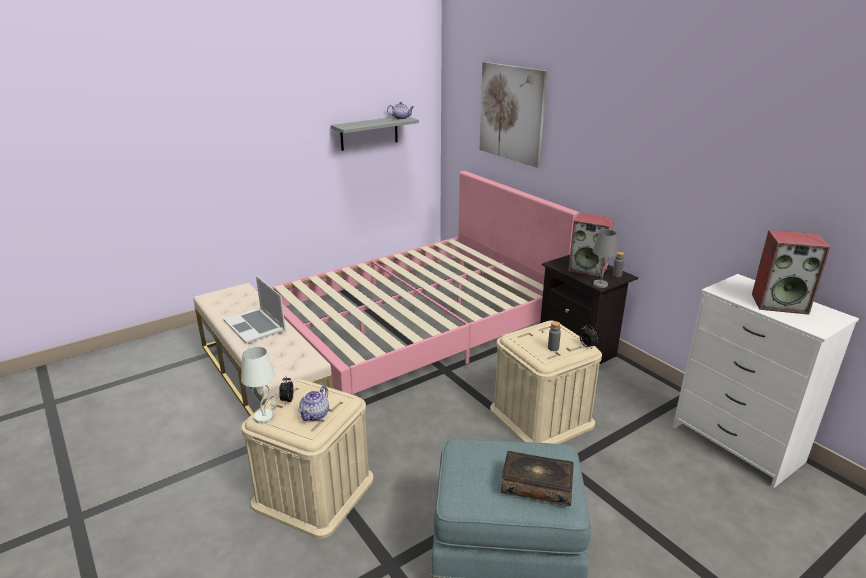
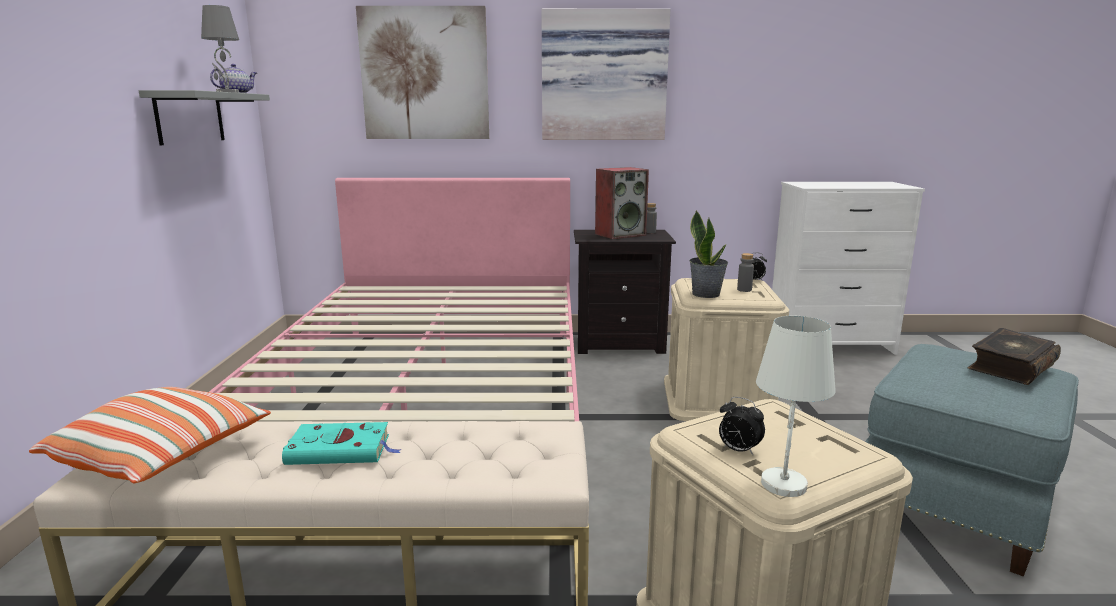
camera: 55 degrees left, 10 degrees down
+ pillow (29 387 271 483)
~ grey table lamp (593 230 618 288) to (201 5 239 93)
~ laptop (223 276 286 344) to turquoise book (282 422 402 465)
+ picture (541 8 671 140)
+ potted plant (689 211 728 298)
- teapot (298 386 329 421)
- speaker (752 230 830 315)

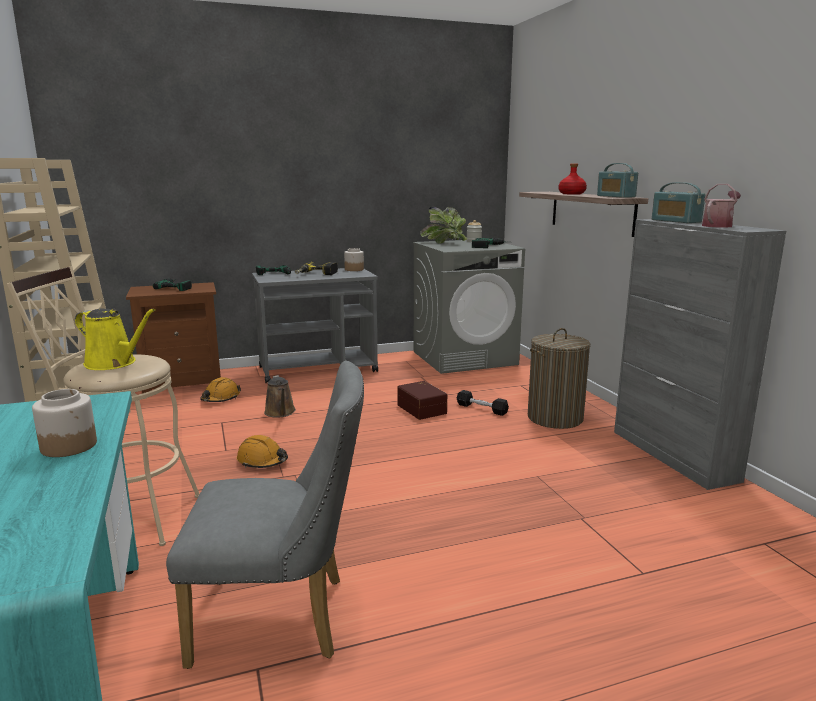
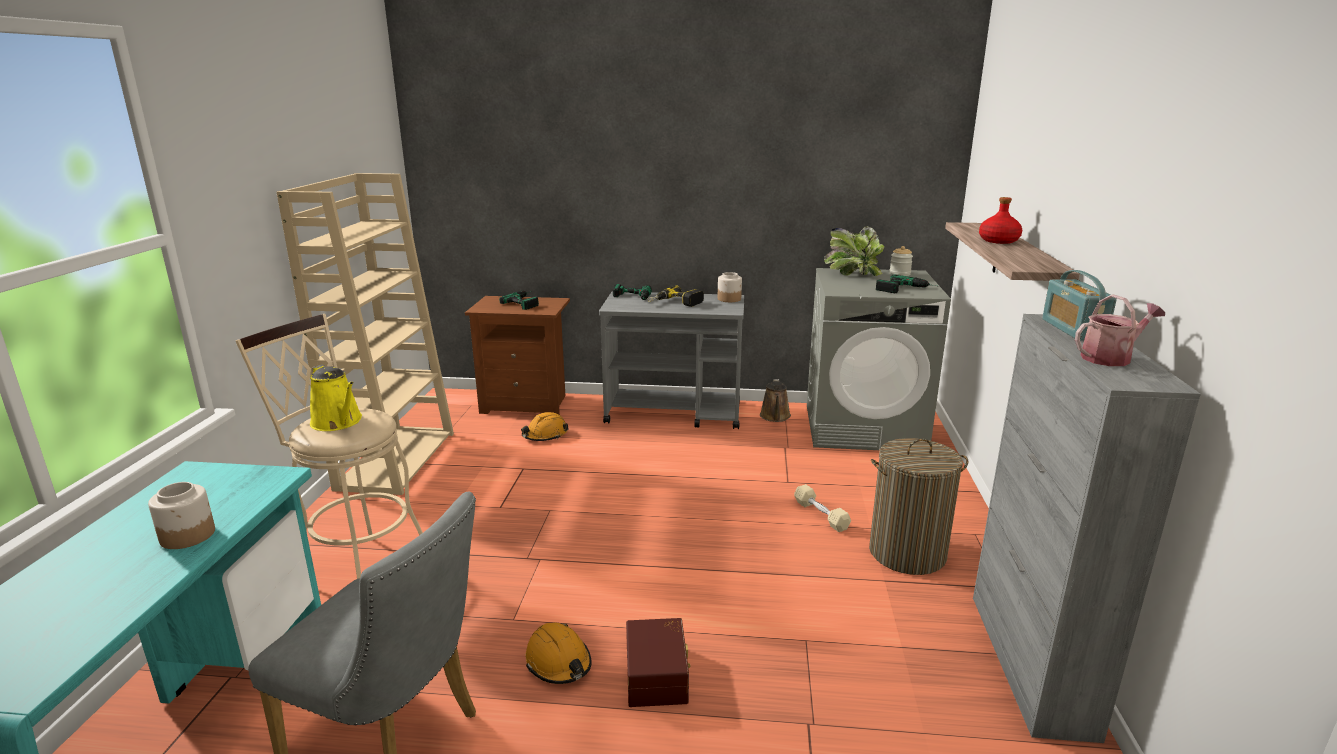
camera: 25 degrees right, 5 degrees up
~ orange hard hat (237 435 288 468) to (525 623 592 684)
~ brown storage box (397 381 447 420) to (626 618 690 707)
~ brown watering can (264 375 296 418) to (760 379 791 422)
~ black dumbbell (457 390 509 416) to beige dumbbell (794 484 851 532)
- radio (597 163 638 198)

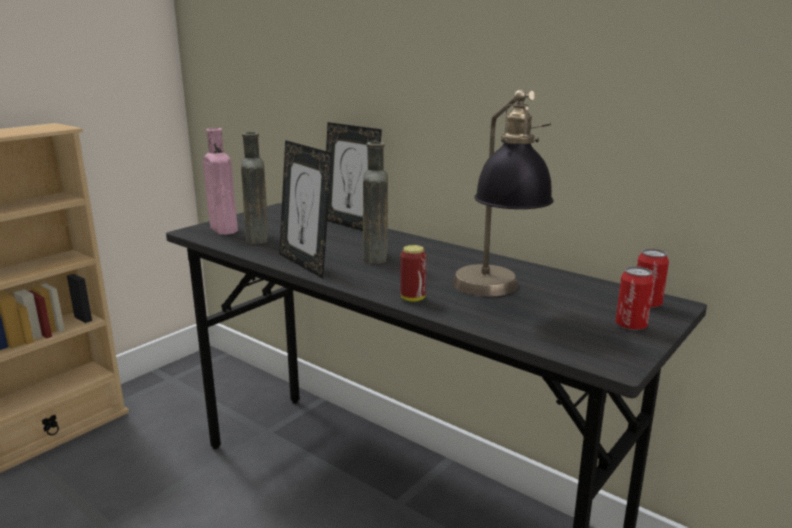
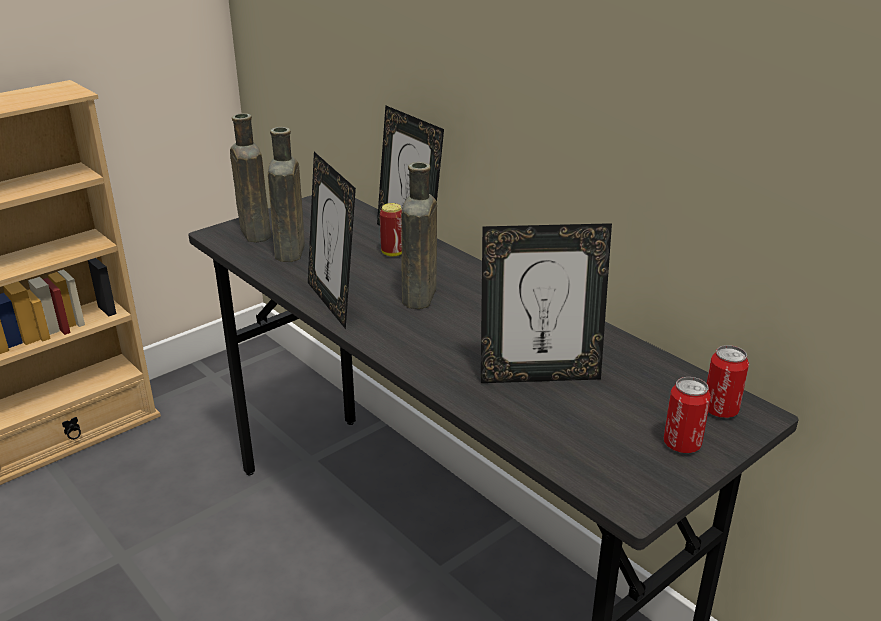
camera: 10 degrees right, 10 degrees up
~ pink bottle (203 128 238 235) to brown bottle (230 113 271 243)
~ can (401 245 426 302) to (380 203 402 256)
~ table lamp (452 90 553 296) to picture frame (481 223 612 383)

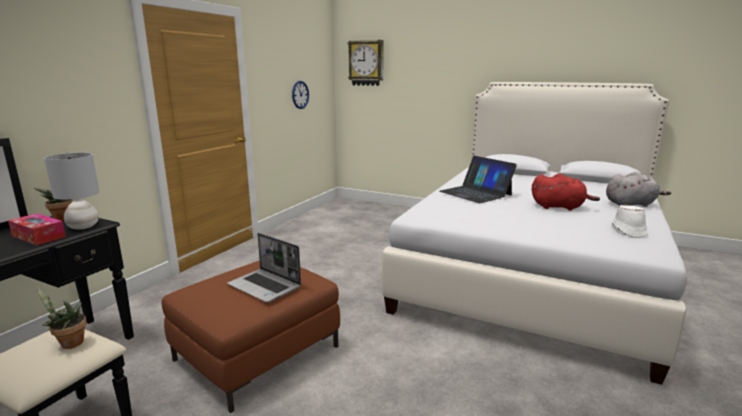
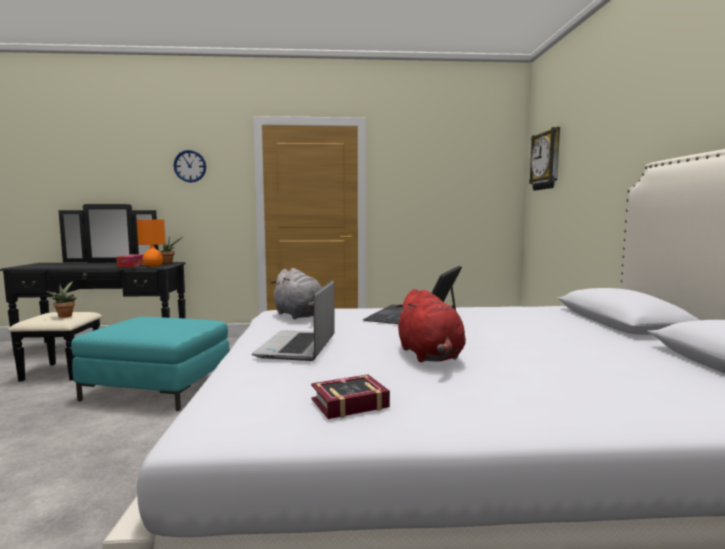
camera: 60 degrees right, 10 degrees down
~ brown ottoman (162 260 340 413) to turquoise ottoman (71 317 230 411)
~ grey table lamp (44 152 100 230) to orange table lamp (136 219 166 267)
~ wall clock (292 81 309 109) to (174 150 206 182)
~ laptop (227 233 301 303) to (252 280 335 361)
~ grey plush toy (606 172 671 207) to (270 268 322 319)
~ white hat (611 205 648 238) to book (311 374 390 419)

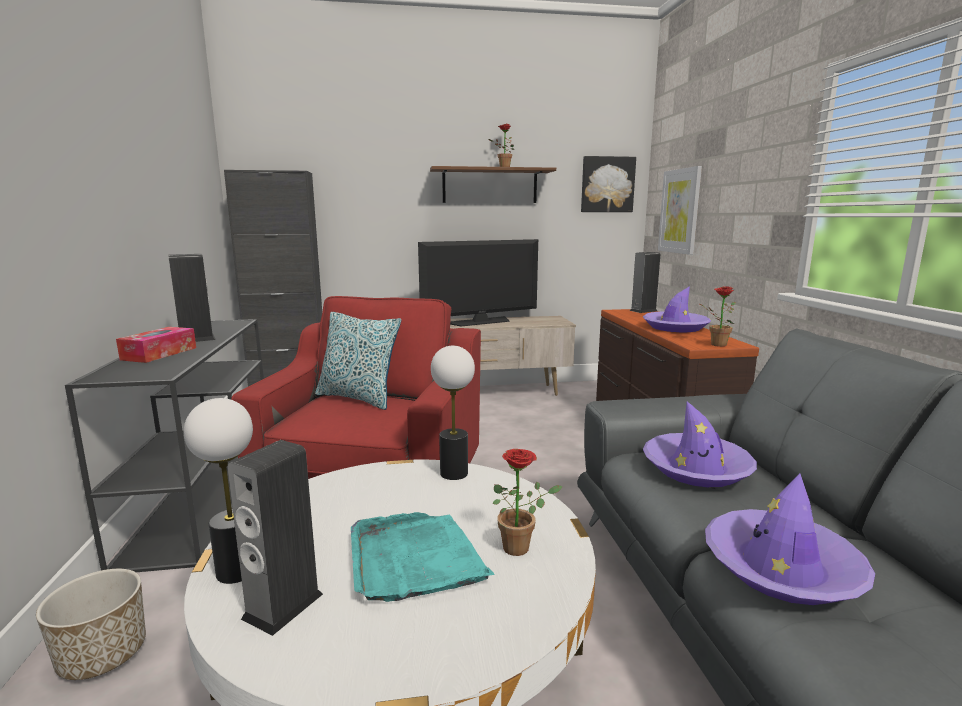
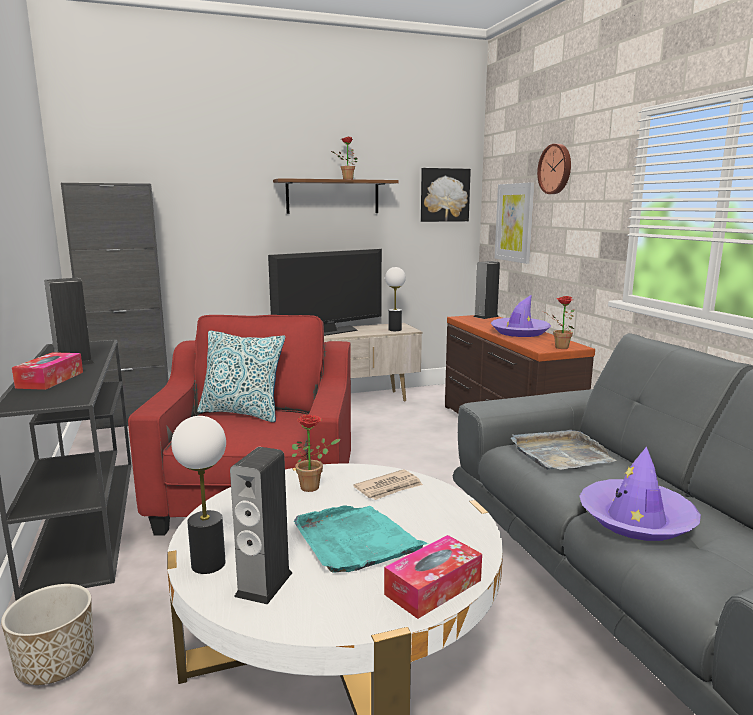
camera: 10 degrees left, 0 degrees up
~ potted plant (493 449 563 556) to (292 415 341 492)
+ newspaper (353 469 423 500)
+ tissue box (384 535 482 619)
~ table lamp (431 345 475 480) to (385 267 406 331)
~ purple hat (643 401 757 487) to grey tray (510 430 617 470)
+ wall clock (537 144 571 194)

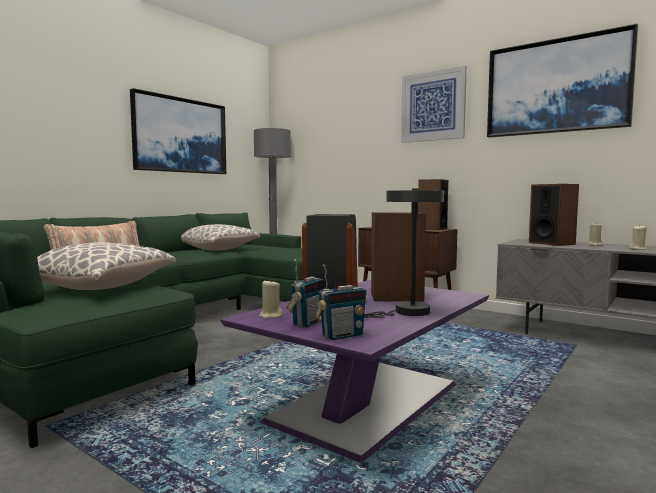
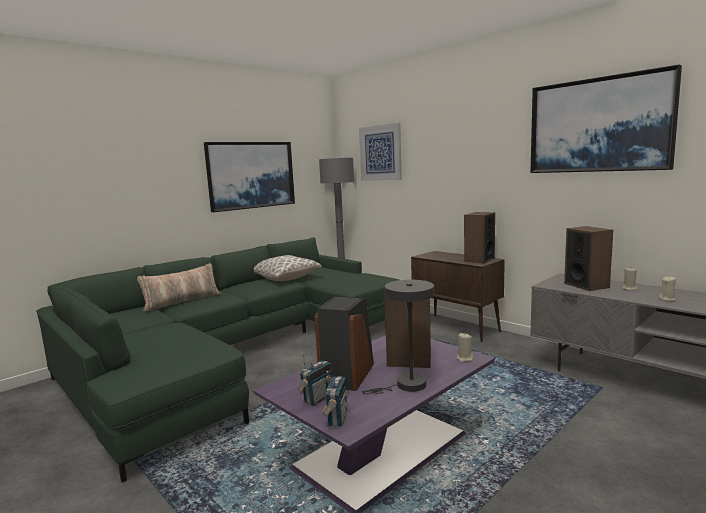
camera: 10 degrees right, 5 degrees up
~ radio (315 265 367 340) = (322 371 349 427) 60 degrees counterclockwise
~ picture (401 66 467 143) to (359 123 402 181)
~ beige candle (259 279 283 319) to (456 333 474 362)
- pillow (37 242 176 290)

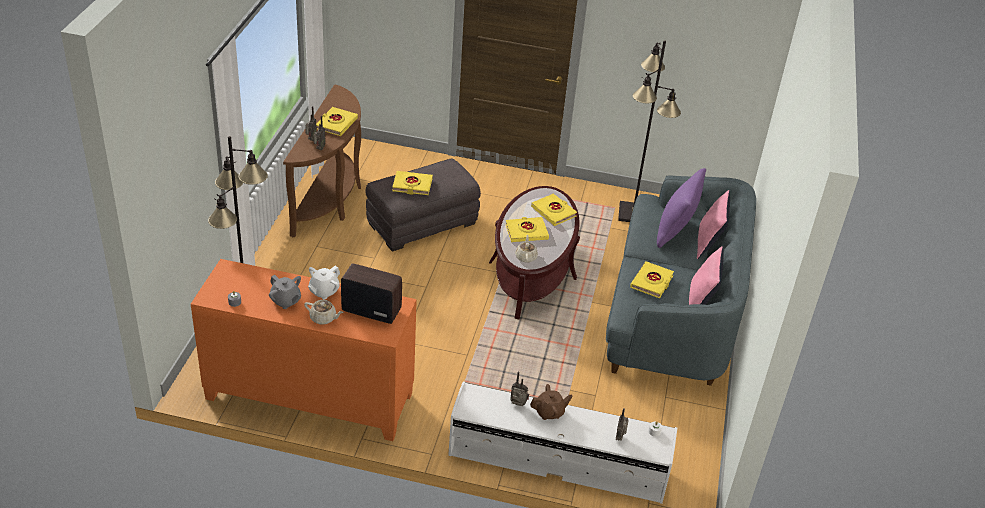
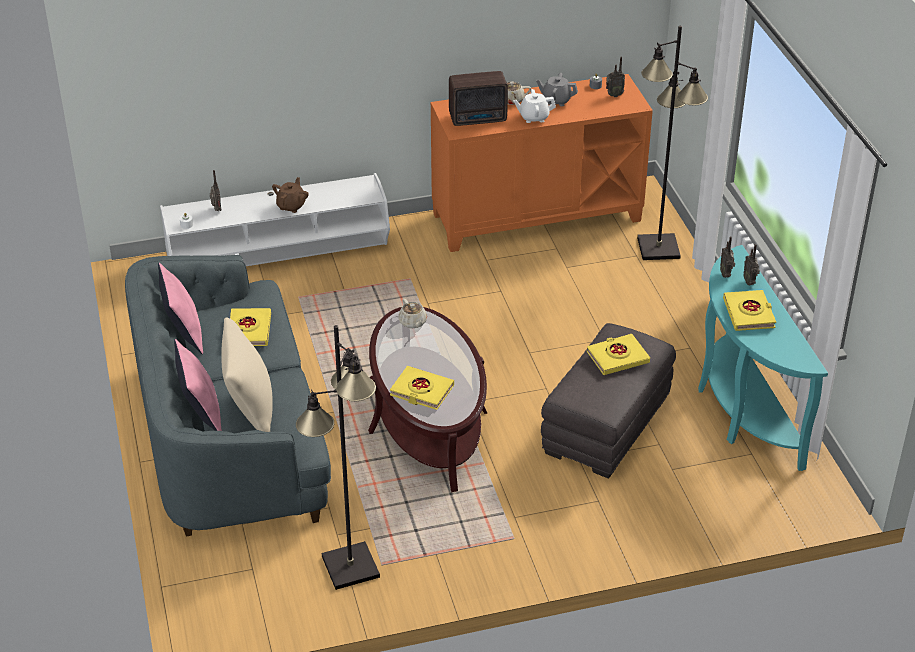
camera: 155 degrees right, 0 degrees up
~ purple pillow (657 168 706 248) to beige pillow (221 317 273 432)
~ brown teapot (530 384 572 420) = (272 177 309 213) 150 degrees clockwise
~ white teapot (308 266 340 300) = (513 89 556 123) 105 degrees counterclockwise
~ radio (510 372 529 406) to (606 57 625 97)
~ brown console table (283 84 361 237) to turquoise console table (698 245 828 471)
- yellow book (505 217 549 242)

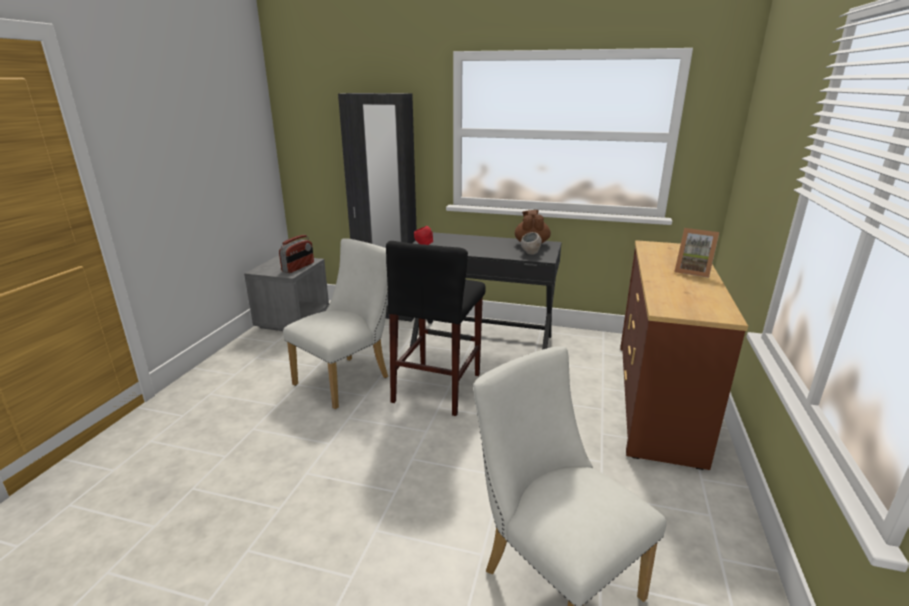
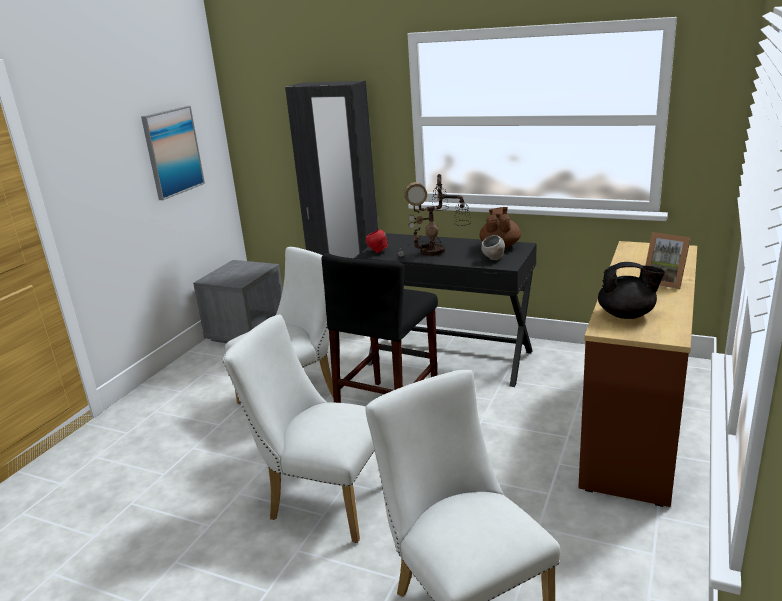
camera: 10 degrees right, 0 degrees up
+ picture (141 106 205 200)
+ white chair (223 314 374 543)
+ table lamp (398 174 471 257)
+ black teapot (598 262 665 319)
- radio (279 235 314 273)

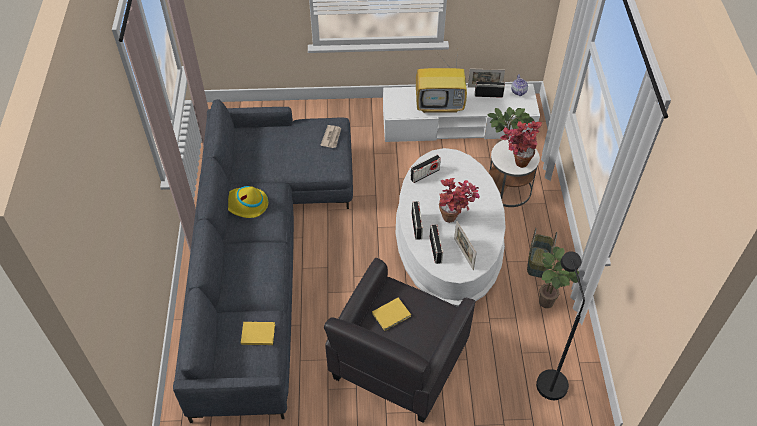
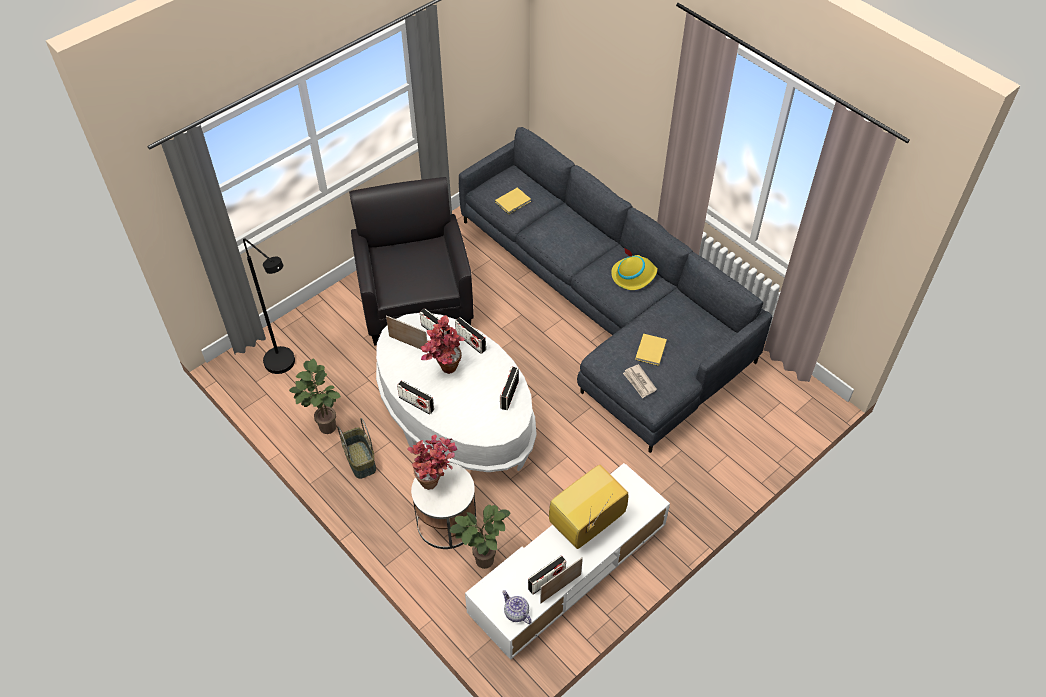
camera: 140 degrees right, 0 degrees up
+ radio (397 380 434 415)
~ yellow book (372 298 411 331) to (635 334 667 366)

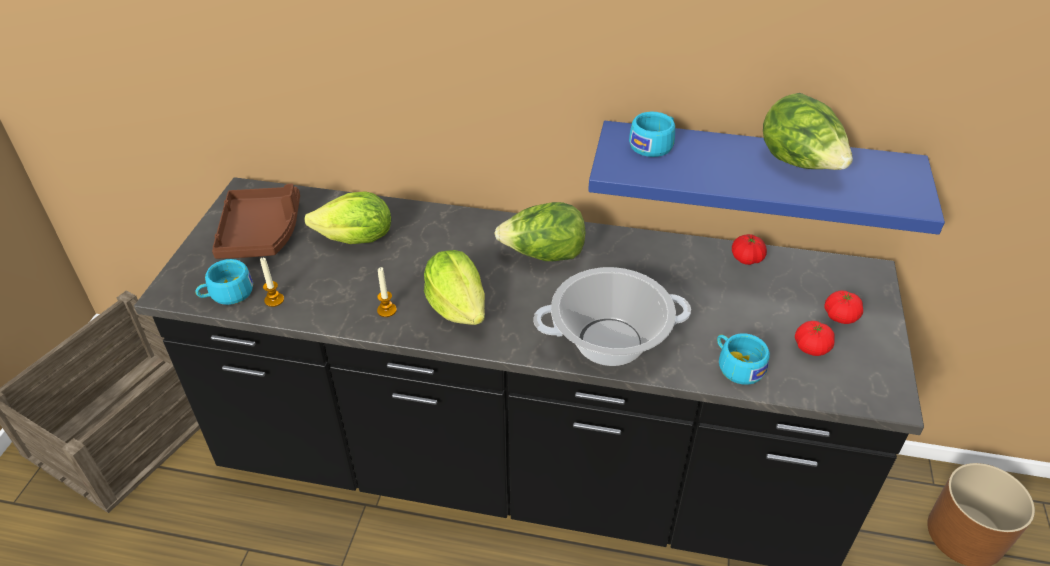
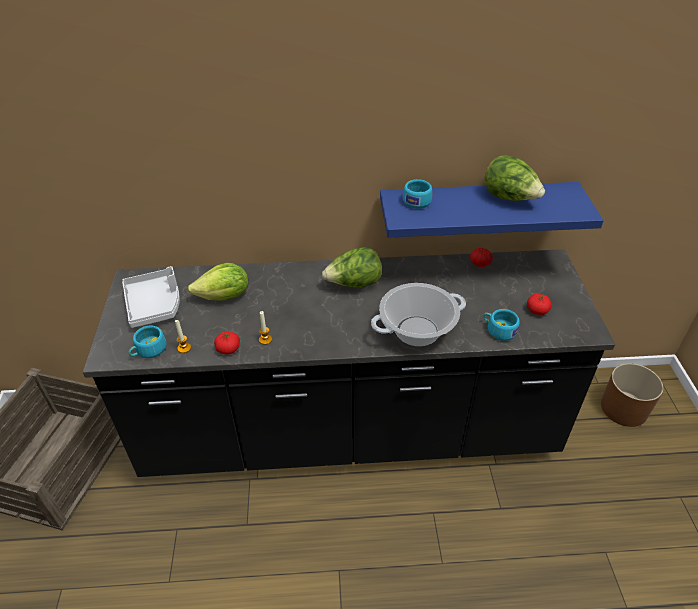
camera: 15 degrees left, 0 degrees up
~ brown tray (212 184 300 259) to grey tray (122 266 180 328)
~ tomato (824 290 863 324) to (214 331 240 354)
- lettuce (424 250 485 325)

